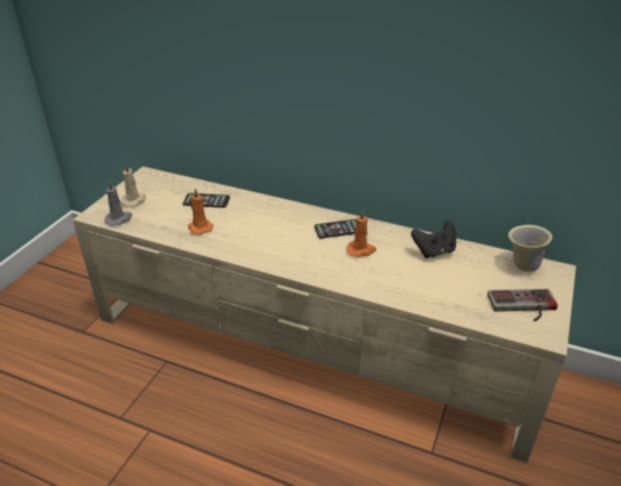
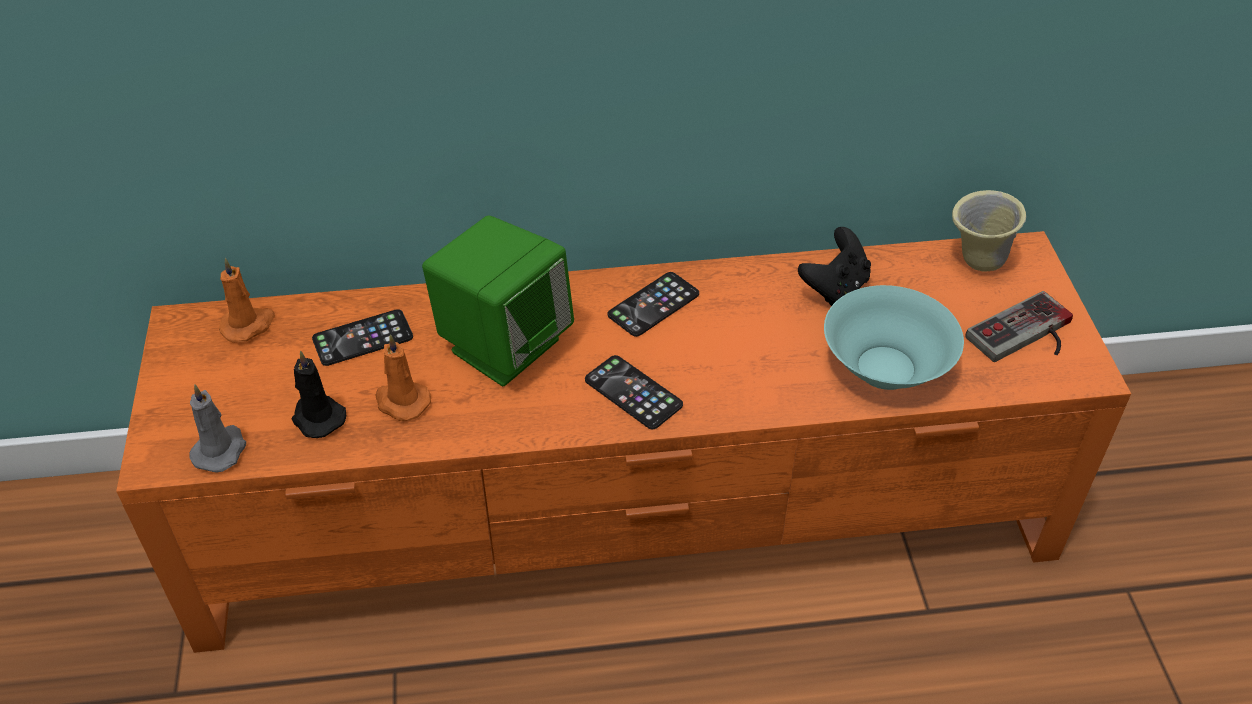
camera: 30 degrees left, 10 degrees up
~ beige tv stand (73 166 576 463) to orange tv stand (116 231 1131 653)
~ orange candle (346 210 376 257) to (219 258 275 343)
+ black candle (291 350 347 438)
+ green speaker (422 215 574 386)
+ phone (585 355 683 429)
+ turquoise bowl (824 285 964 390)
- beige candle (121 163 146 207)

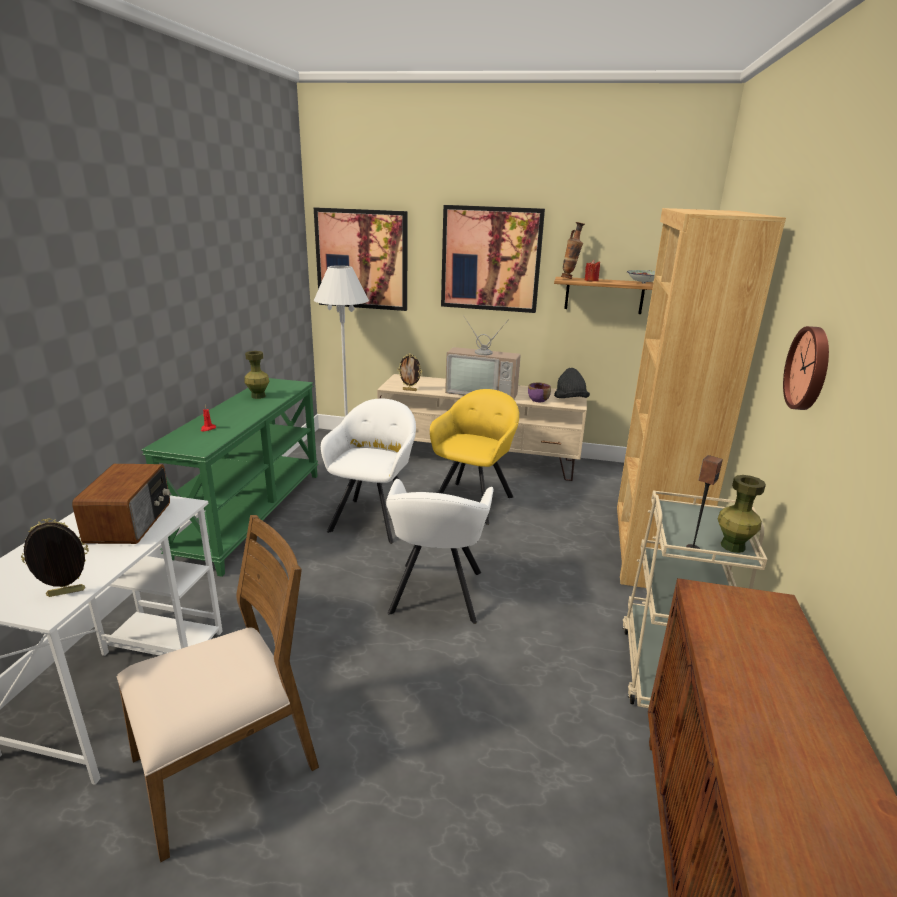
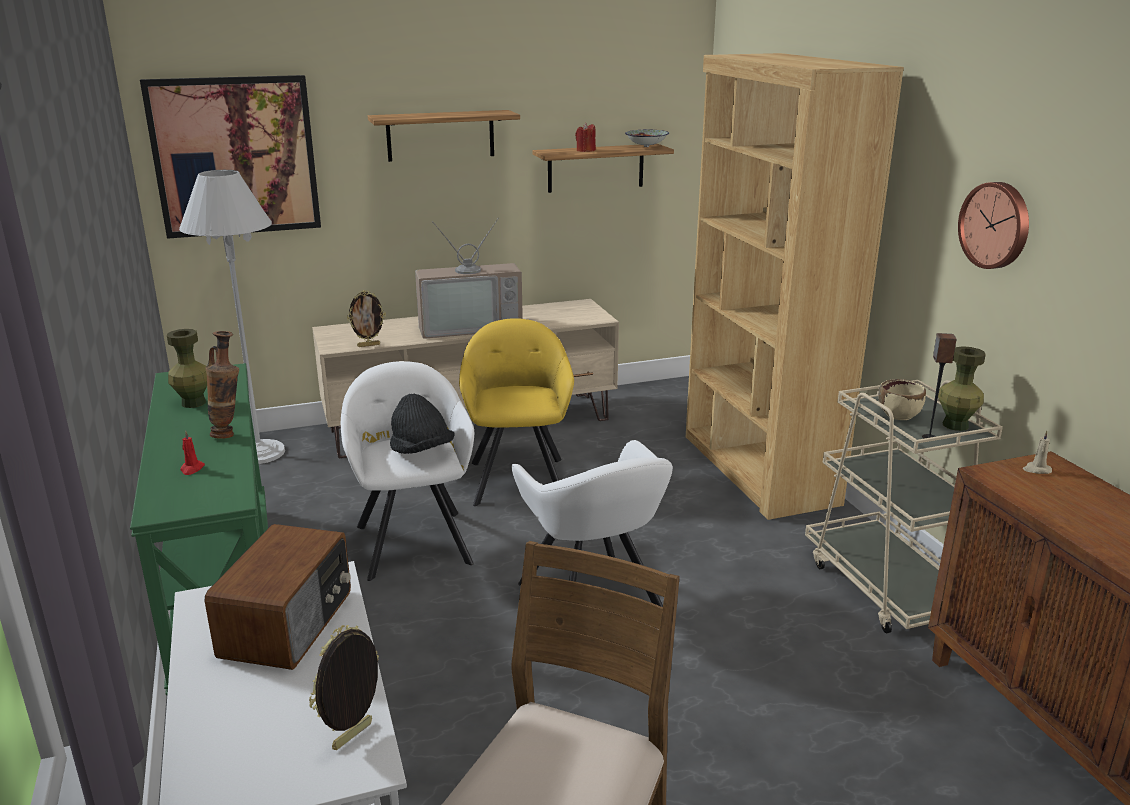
camera: 30 degrees left, 0 degrees up
~ radio (72 464 170 544) = (205 524 351 670) 45 degrees clockwise
~ vase (561 222 585 279) to (206 331 239 439)
~ picture (441 205 545 313) to shelf (368 110 520 162)
~ black hat (554 368 590 398) to (390 394 455 454)
+ beige bowl (878 379 926 420)
+ beige candle (1023 431 1052 474)
- purple bowl (528 382 551 402)

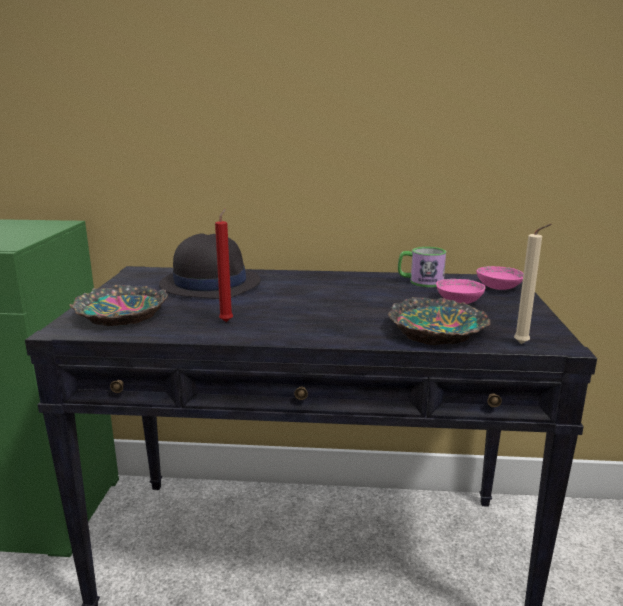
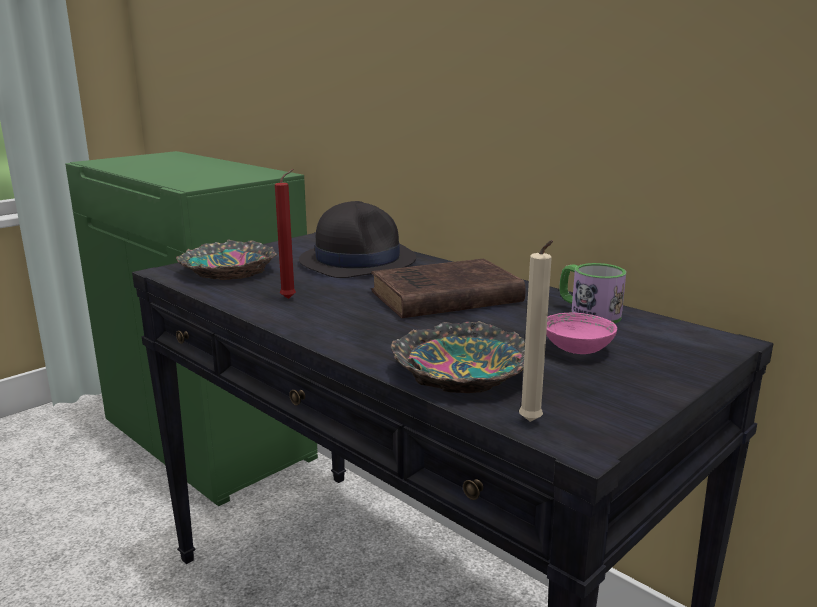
camera: 40 degrees right, 0 degrees up
+ brown book (371 259 526 318)
- pink bowl (476 266 524 290)

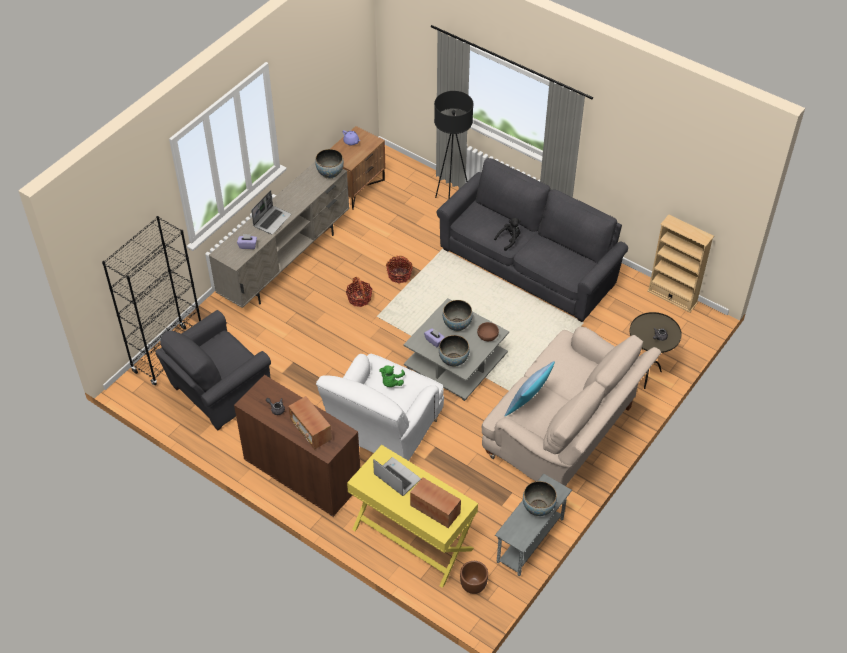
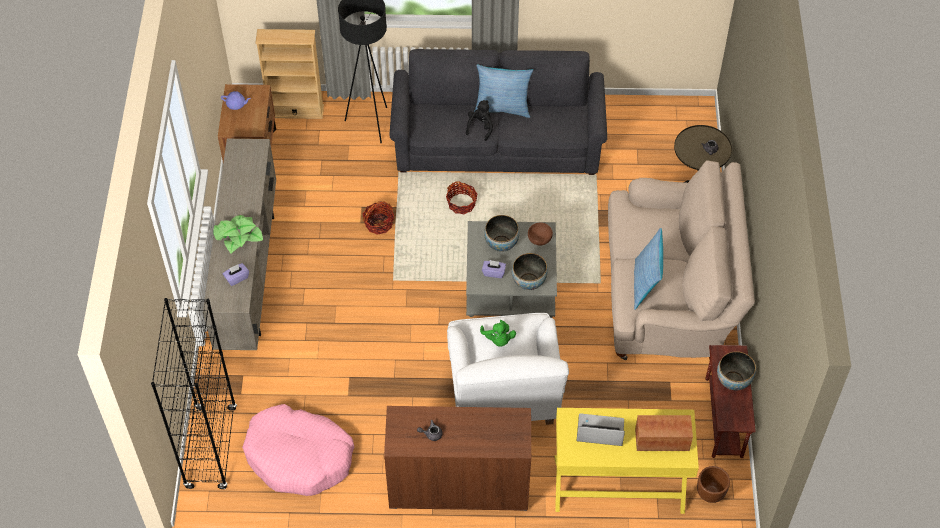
camera: 35 degrees left, 5 degrees up
~ laptop (251 190 291 234) to potted plant (213 215 263 253)
~ grey armchair (155 310 271 430) to pink dog bed (242 404 354 496)
~ beige bookcase (647 215 714 313) to (255 29 324 119)
~ basket (346 277 372 307) to (446 182 477 214)
+ pillow (475 65 533 118)
~ grey side table (495 474 572 576) to brown side table (705 345 756 458)
- radio (288 396 332 450)
- bowl (315 149 344 179)

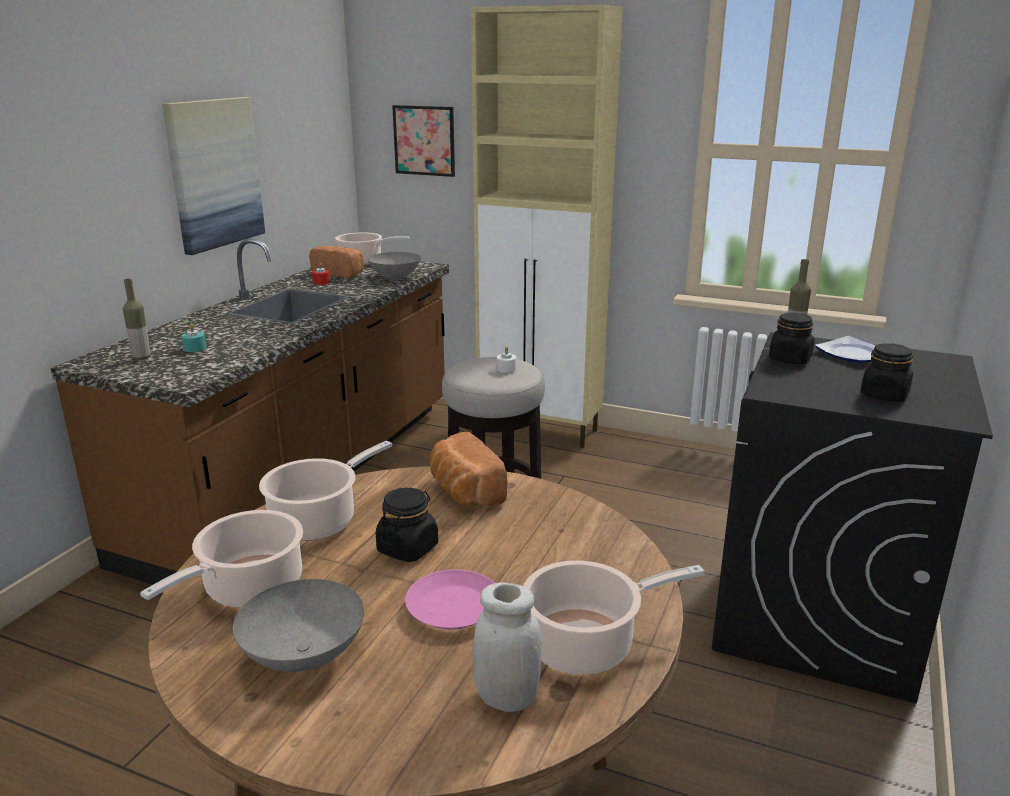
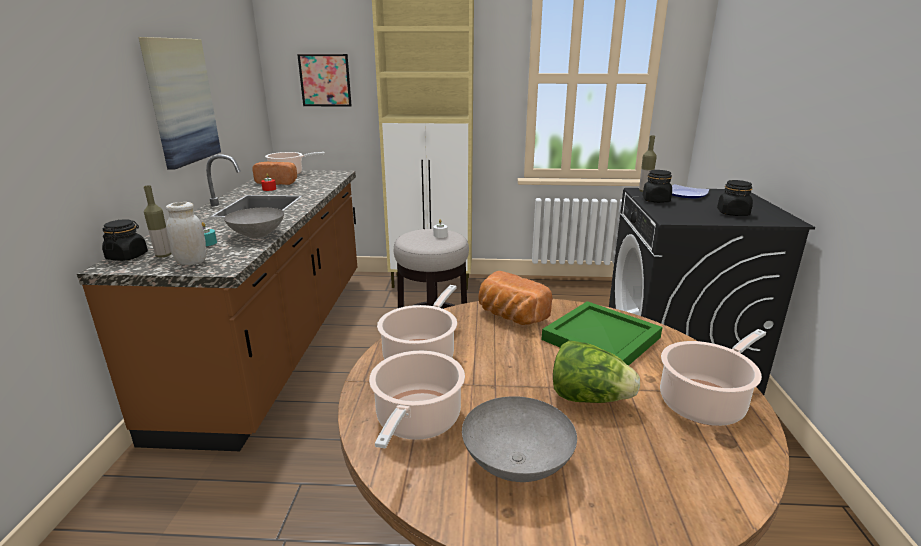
camera: 20 degrees left, 0 degrees up
~ black jar (376 488 438 562) to (102 219 148 261)
~ white jar (472 582 542 712) to (166 202 206 265)
~ grey bowl (368 252 421 280) to (224 207 284 238)
+ green tray (542 301 663 366)
~ pink plate (405 569 494 630) to lettuce (553 340 640 403)

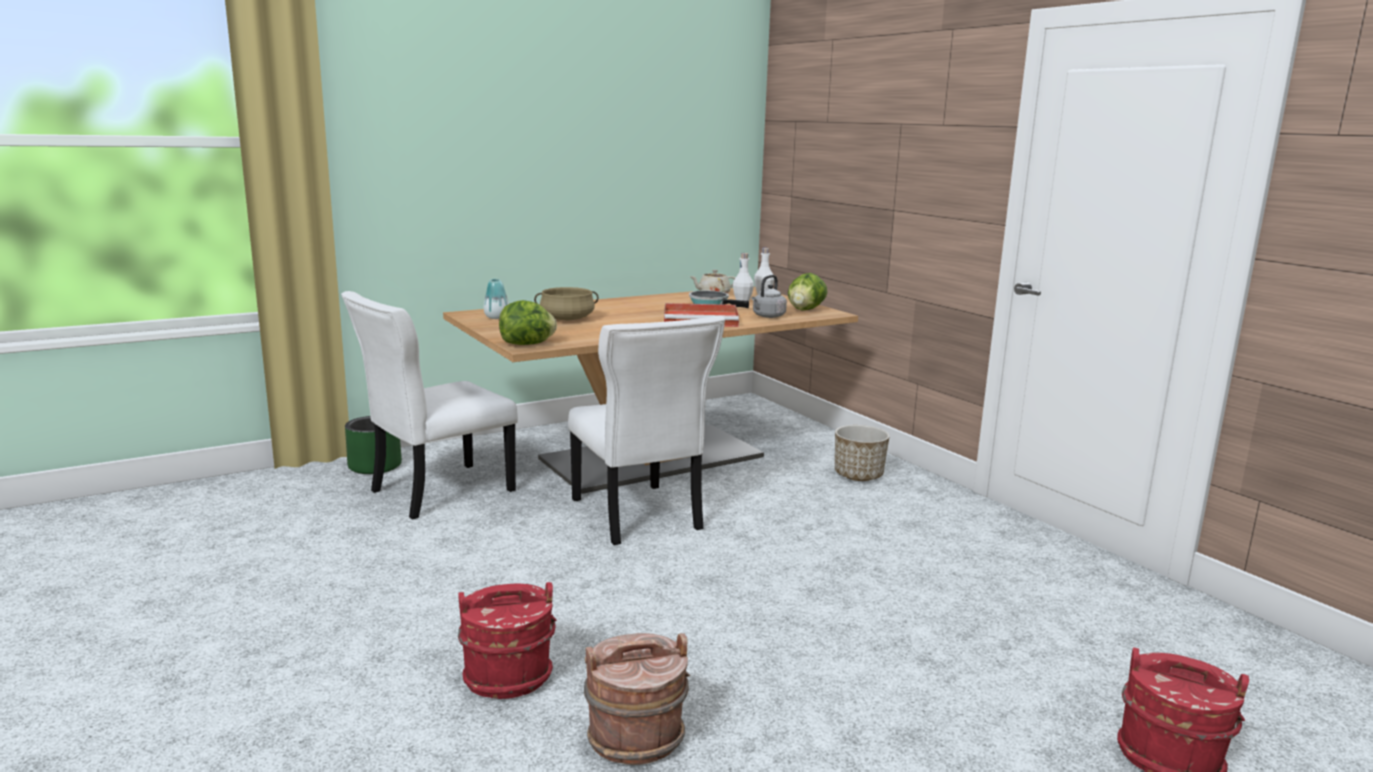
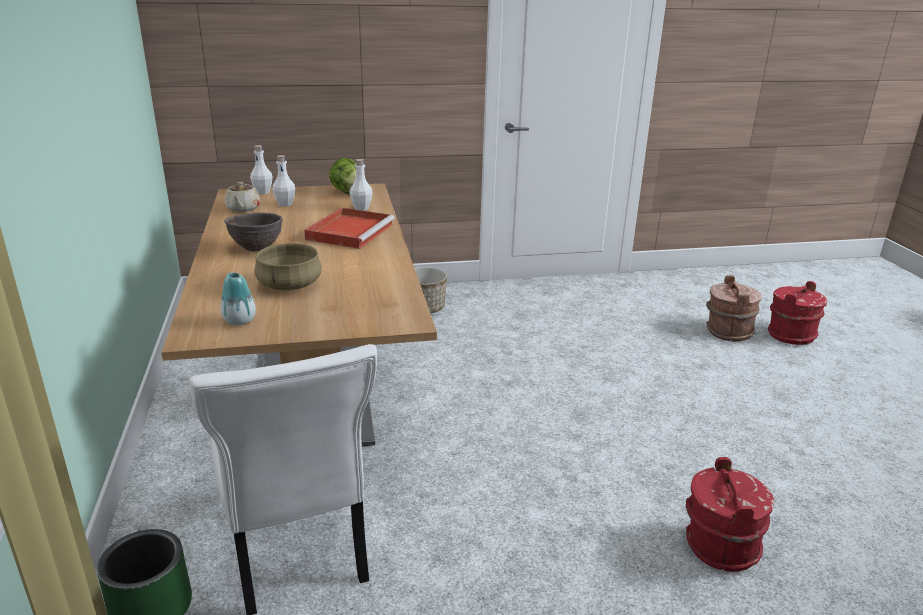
camera: 70 degrees left, 10 degrees up
+ brown bowl (224 213 283 252)
~ grey kettle (752 275 787 318) to white bottle (350 159 372 211)
~ brown bucket (584 633 690 765) to (706 275 762 342)
- lettuce (499 300 557 345)
- white chair (568 316 725 545)
- frying pan (689 290 749 308)

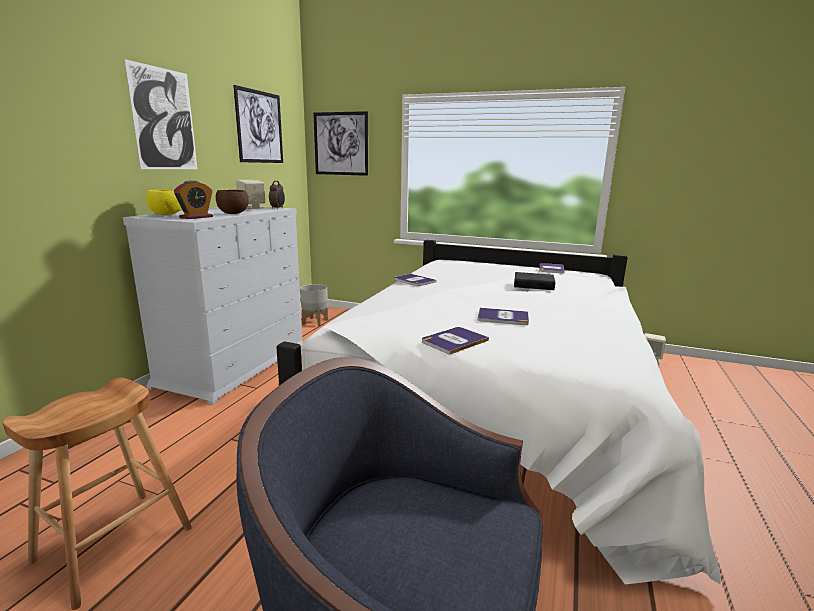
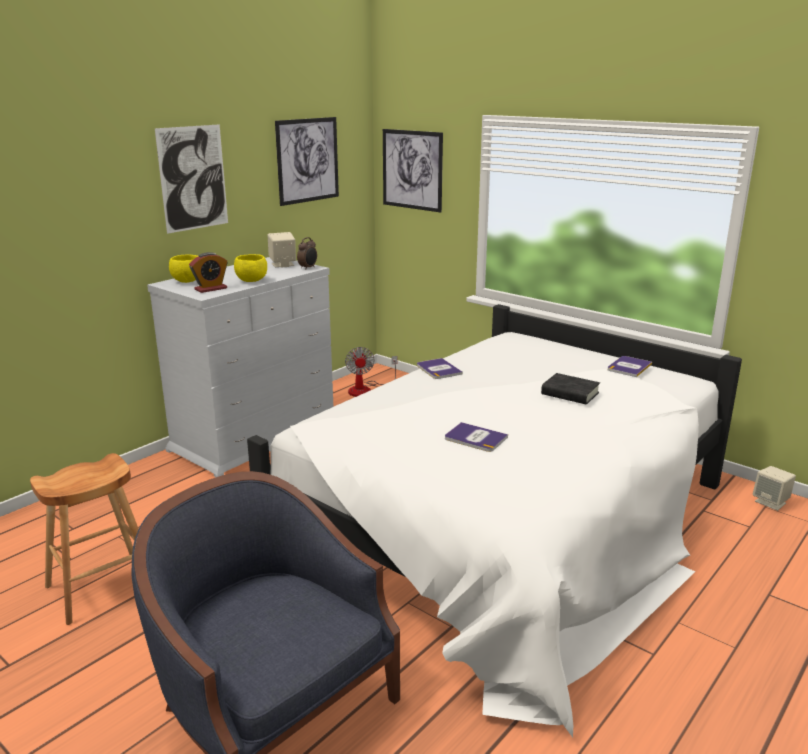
camera: 20 degrees right, 5 degrees up
~ brown bowl (216 190 249 214) to yellow bowl (234 254 267 282)
~ grey planter (300 284 328 326) to fan (345 347 397 397)
- book (422 327 489 355)

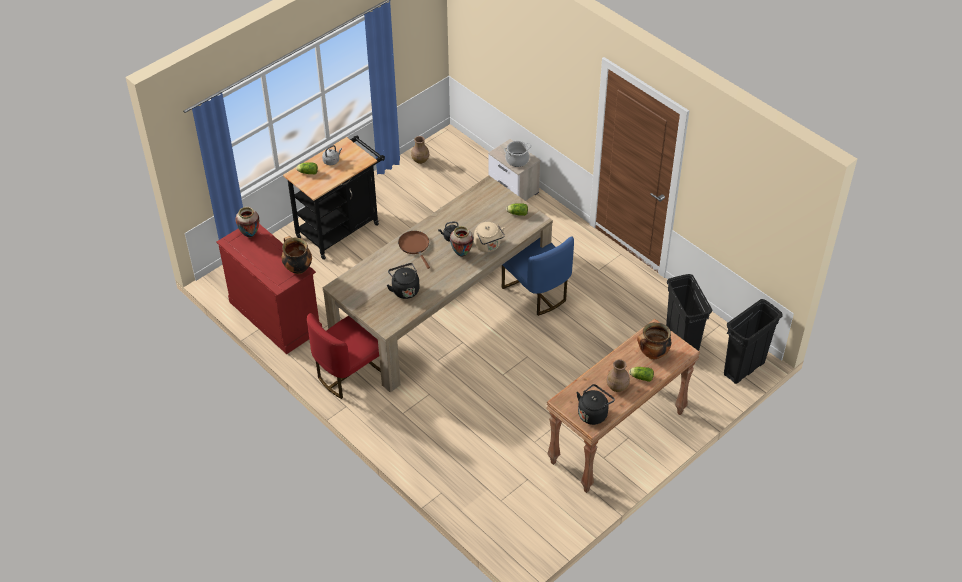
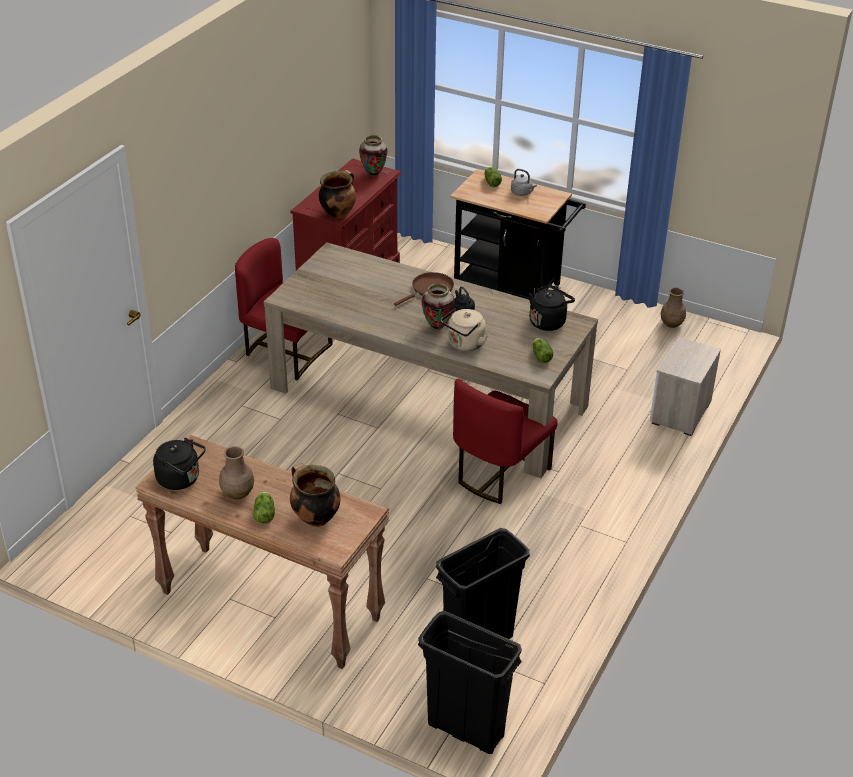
camera: 70 degrees right, 10 degrees down
~ blue chair (502 236 574 316) to red chair (453 378 558 504)
~ black kettle (387 263 420 299) to (529 285 575 331)
- cooking pot (504 141 531 167)

